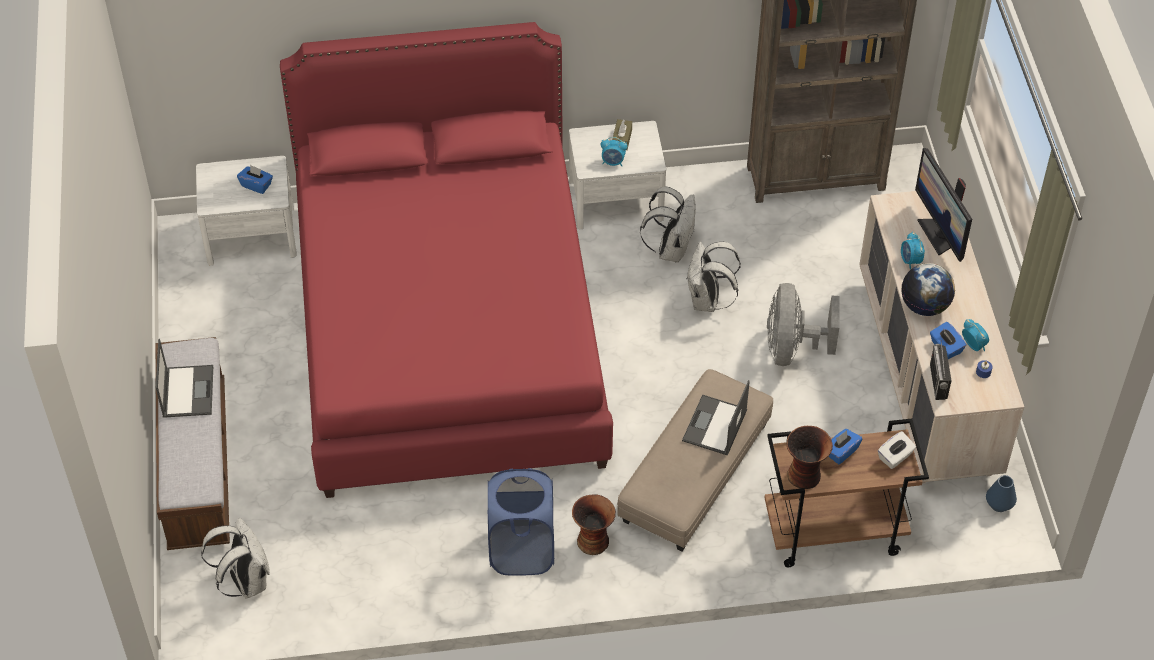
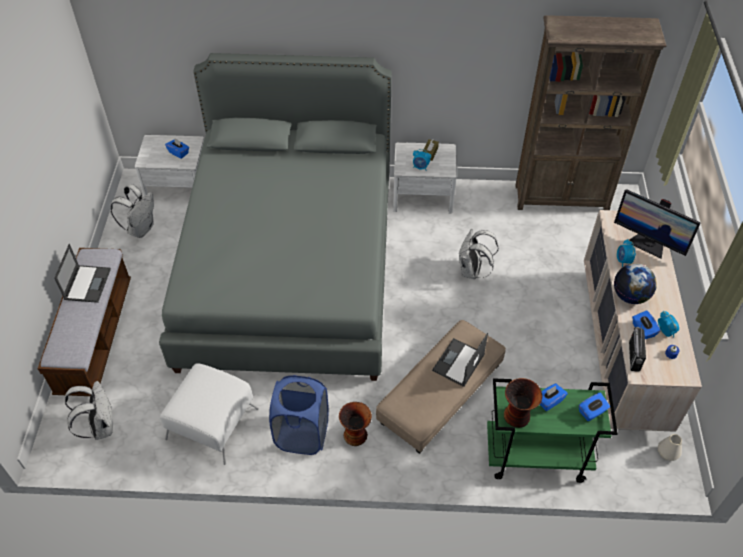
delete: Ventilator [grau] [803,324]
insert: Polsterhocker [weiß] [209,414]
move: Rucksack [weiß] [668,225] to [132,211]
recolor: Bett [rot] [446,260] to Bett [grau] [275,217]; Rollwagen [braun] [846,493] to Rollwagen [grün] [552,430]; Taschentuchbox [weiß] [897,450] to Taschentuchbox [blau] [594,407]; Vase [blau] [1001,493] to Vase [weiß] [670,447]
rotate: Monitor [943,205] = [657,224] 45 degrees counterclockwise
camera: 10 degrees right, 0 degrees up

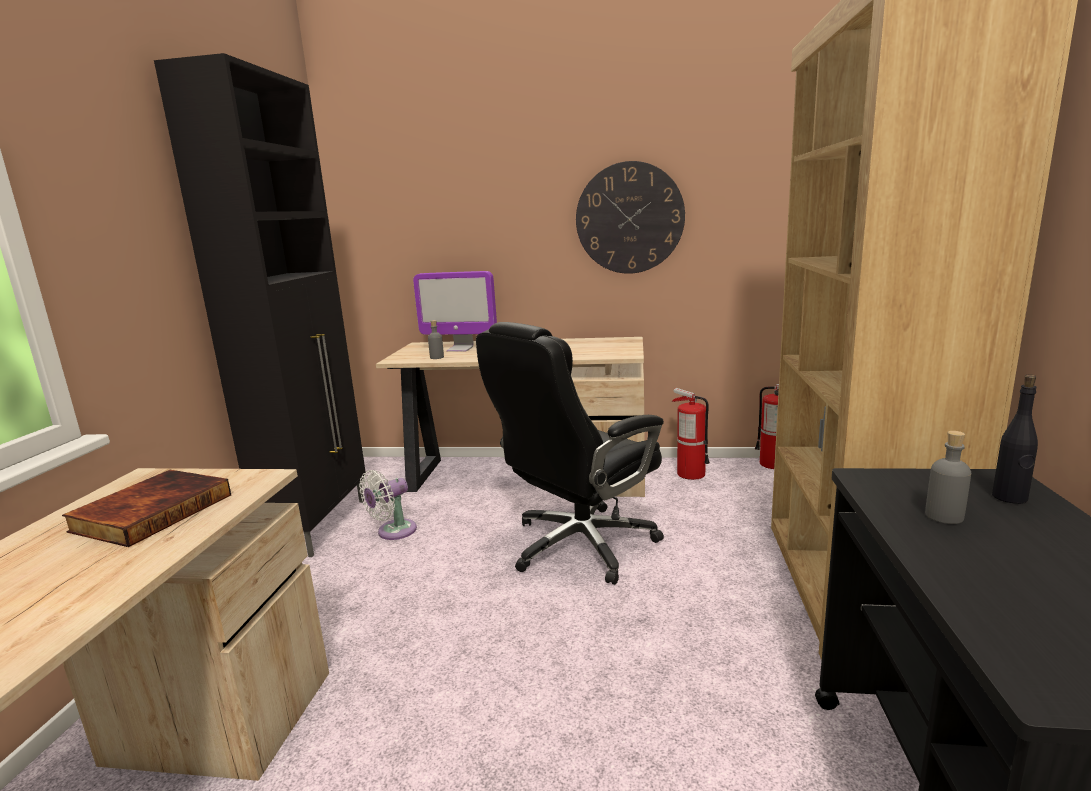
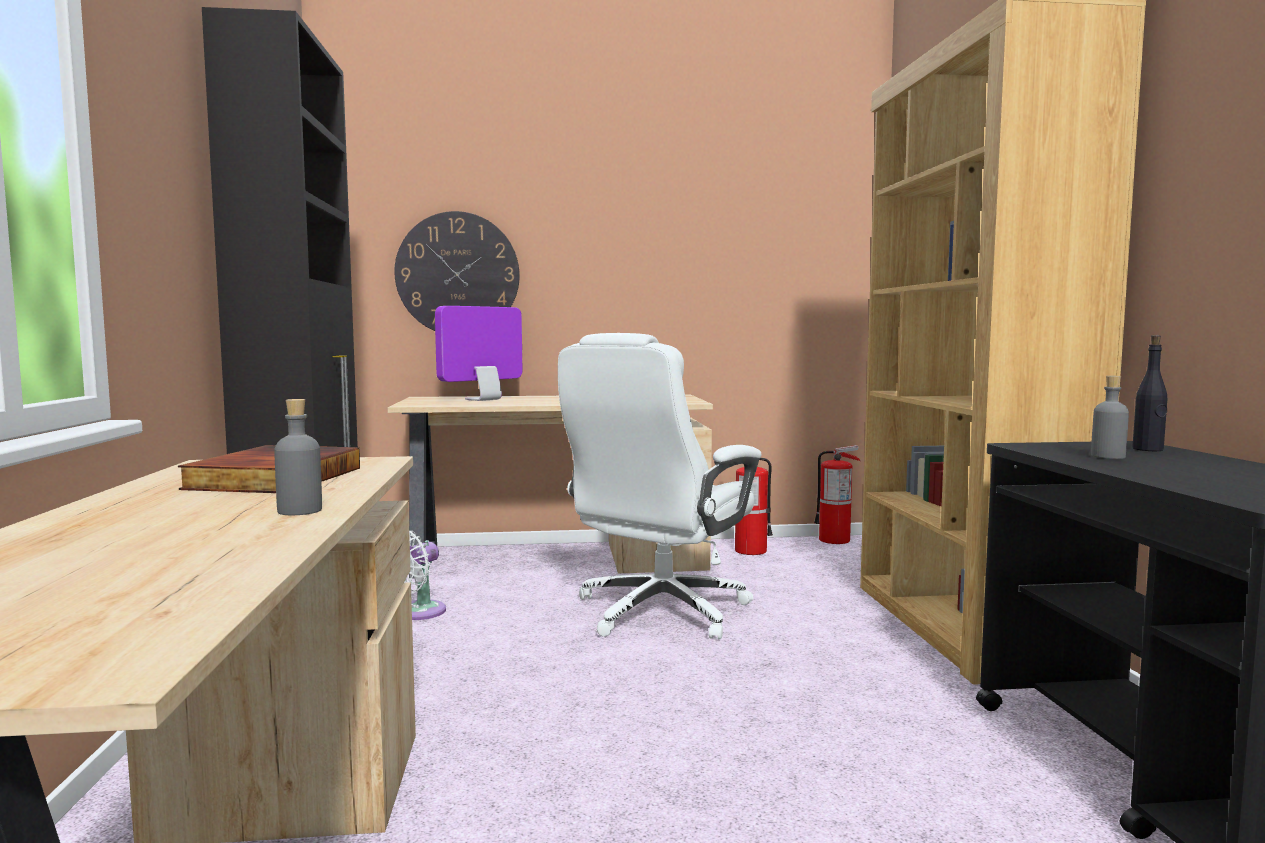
move: Flasche [grau] [436,339] to [298,457]; Wanduhr [630,217] to [457,271]
recolor: Bürostuhl [schwarz] [570,453] to Bürostuhl [weiß] [659,486]
rotate: Monitor [455,311] = [478,353] 135 degrees clockwise
camera: 15 degrees left, 10 degrees down

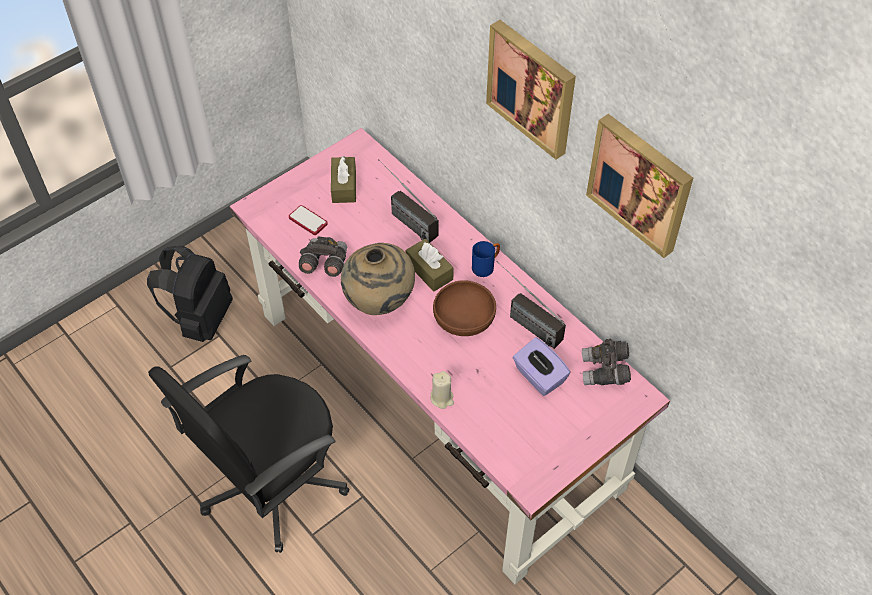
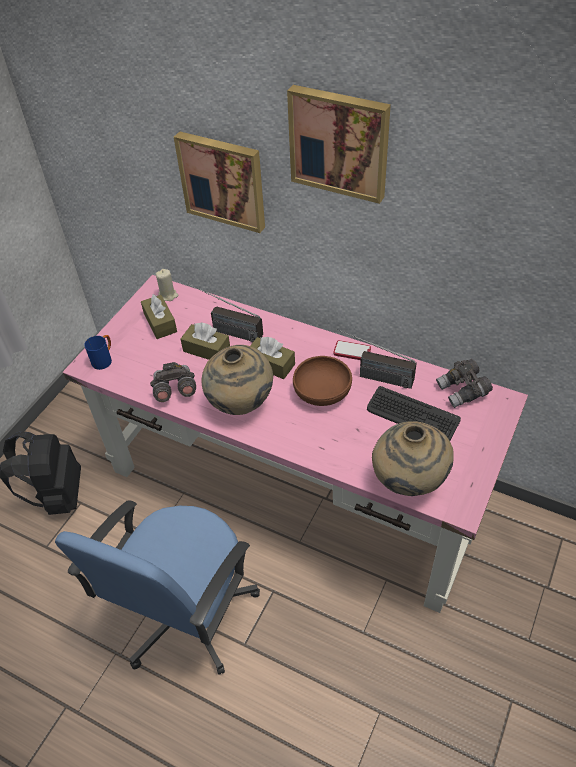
insert: Taschentuchbox [braun] [205,341]; Vase [beige] [413,458]
move: Henkelbecher [blau] [486,259] to [98,352]; Kerze [beige] [442,390] to [167,285]; Bild [639,186] to [219,182]; Handy [308,220] to [352,350]
replace: Taschentuchbox [lila] [542,366] to Tastatur [414,413]
recolor: Bürostuhl [schwarz] [248,454] to Bürostuhl [blau] [157,587]
camera: 20 degrees left, 5 degrees down

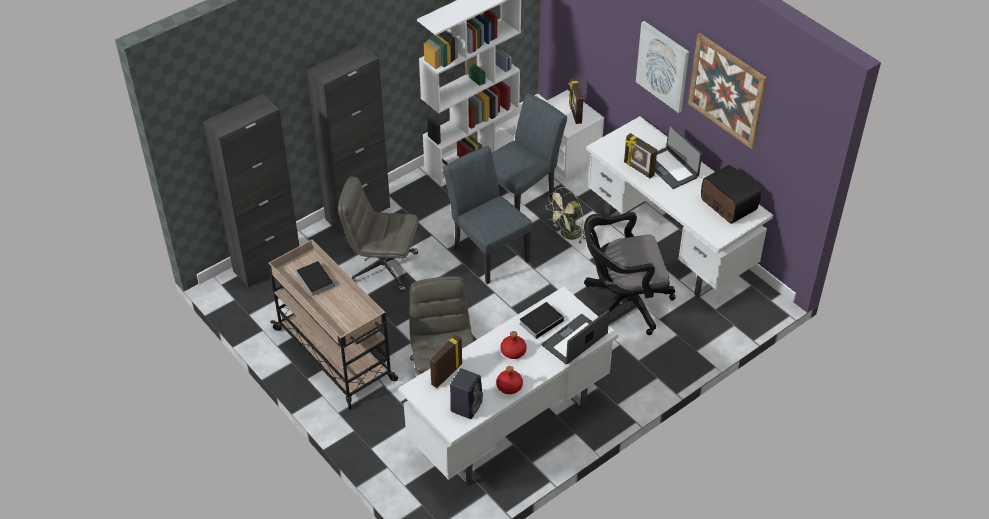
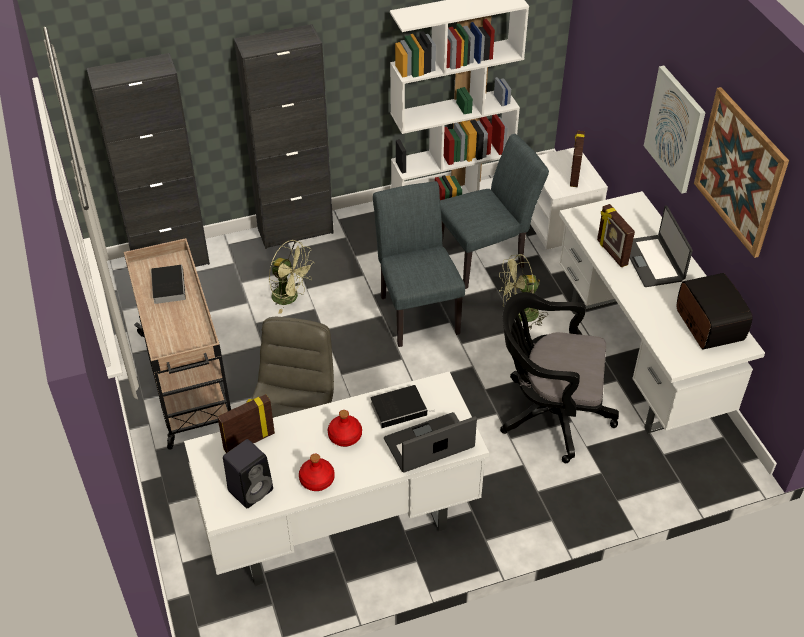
replace: Bürostuhl [grau] [378,234] to Ventilator [grün] [291,277]
camera: 20 degrees right, 0 degrees up

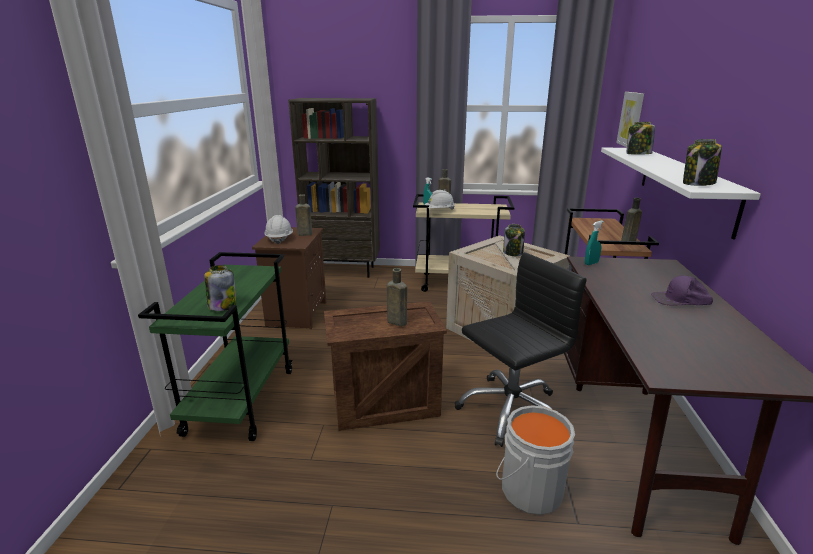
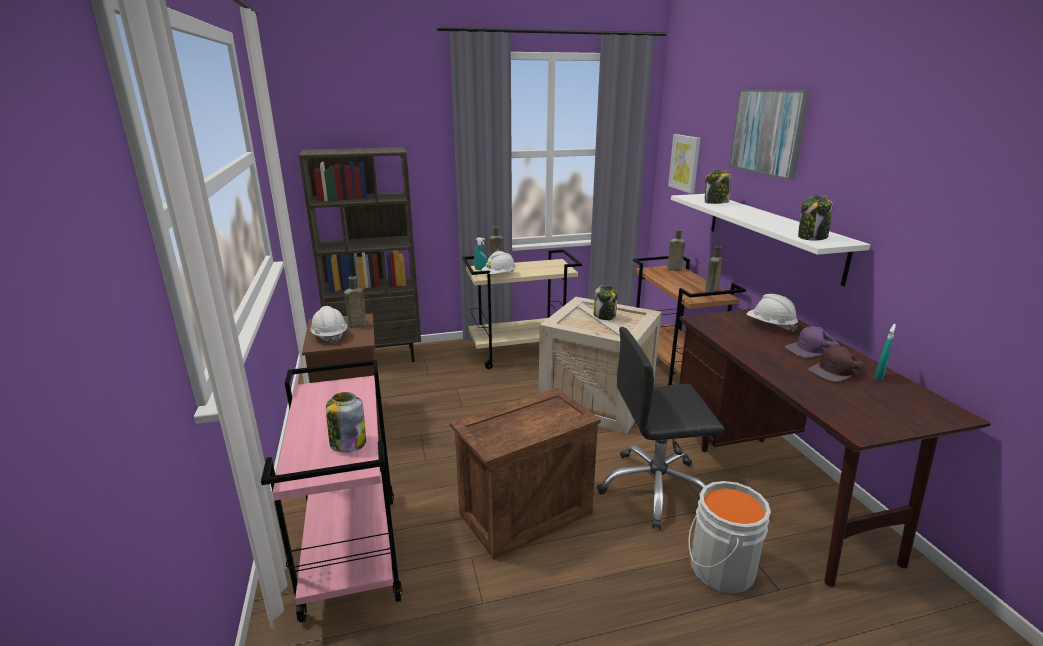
insert: Bild [770,135]; Schutzhelm [weiß] [772,313]; Kappe [braun] [836,364]
move: Flasche [braun] [397,297] to [676,250]; Sprühflasche [türkis] [594,243] to [885,352]
recolor: Rollwagen [grün] [215,346] to Rollwagen [rosa] [331,491]
rotate: Bürostuhl [schwarz] [521,349] = [660,428] 135 degrees counterclockwise
camera: 20 degrees left, 0 degrees up

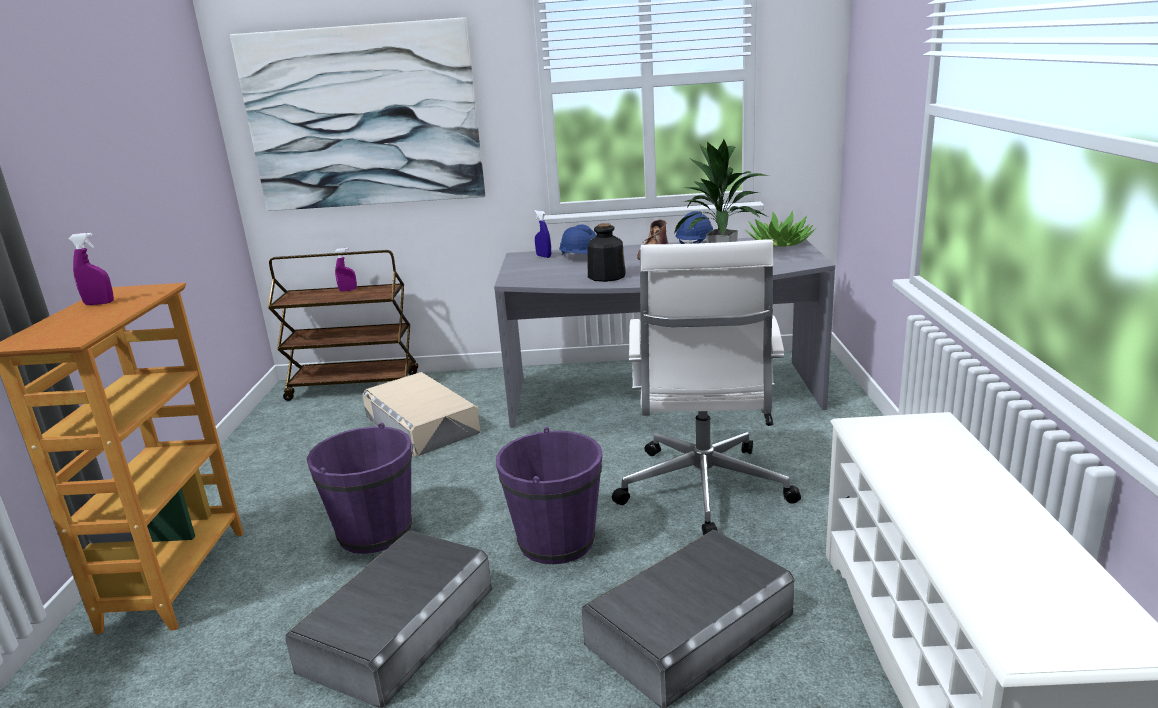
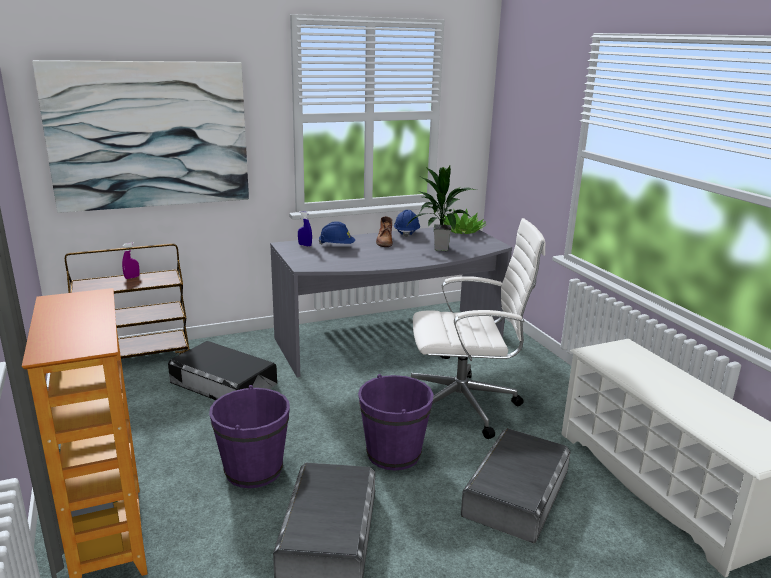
delete: Sprühflasche [lila] [91,269]; Flasche [606,252]
recolor: Aufbewahrungsbox [beige] [421,414] to Aufbewahrungsbox [schwarz] [222,370]
rotate: Bürostuhl [weiß] [706,387] = [478,328] 75 degrees counterclockwise
camera: 25 degrees left, 0 degrees up

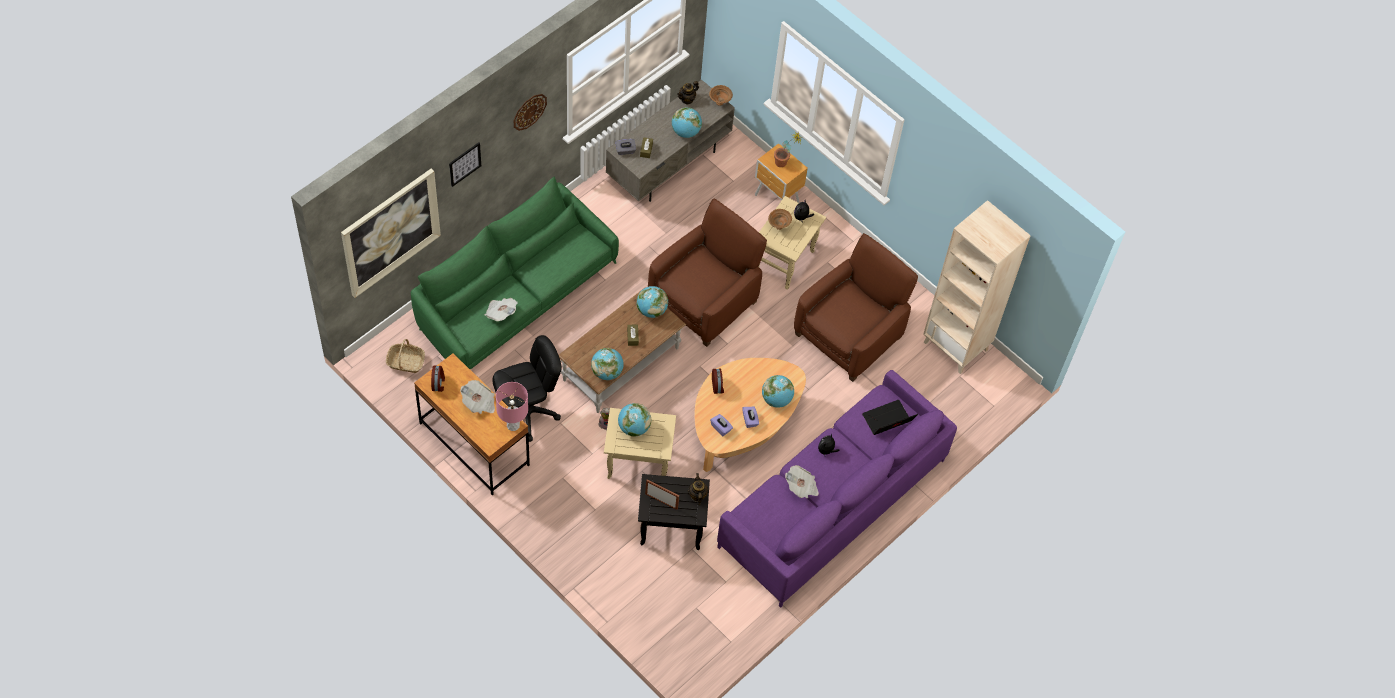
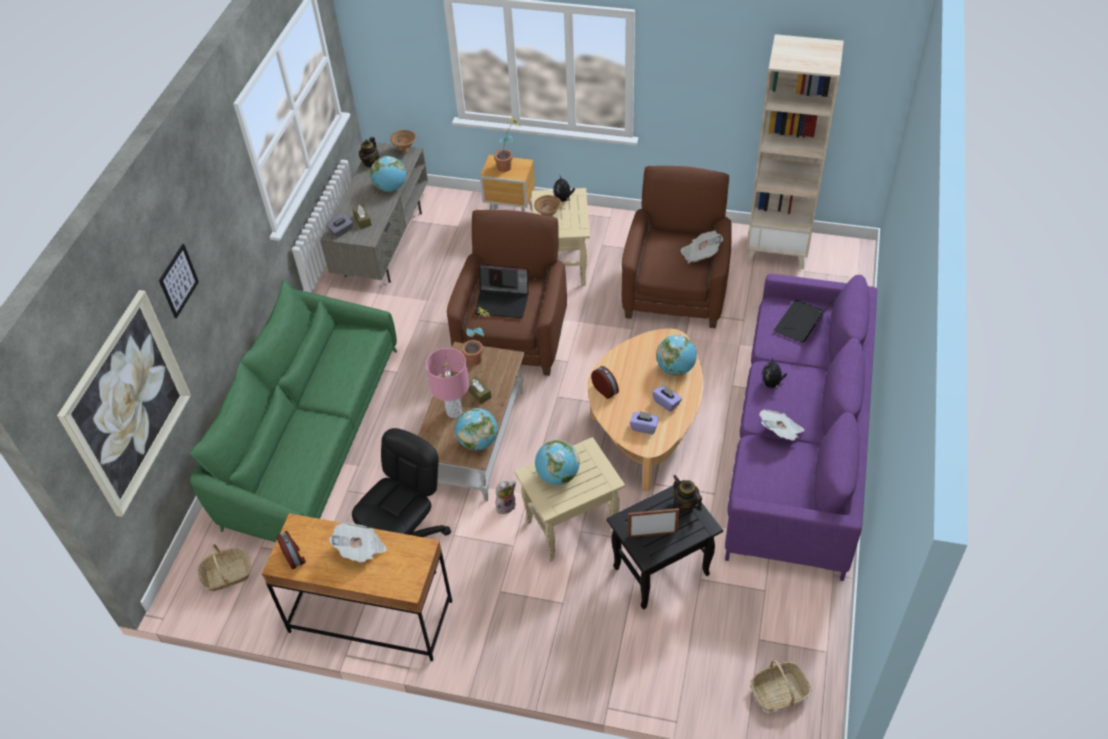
delete: Wanduhr [530,112]
insert: Laptop [501,291]; Korb [781,685]
move: Tischlampe [rosa] [512,406] to [447,383]; Zeitung [501,309] to [702,247]
replace: Globus [652,302] to Topfpflanze [476,337]
camera: 25 degrees left, 10 degrees down

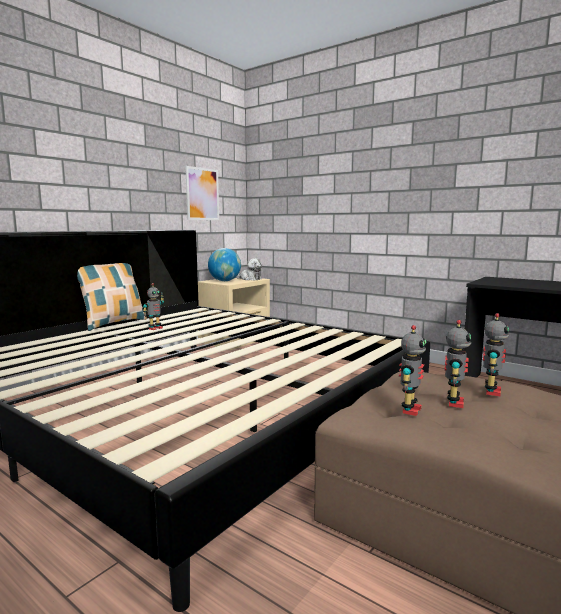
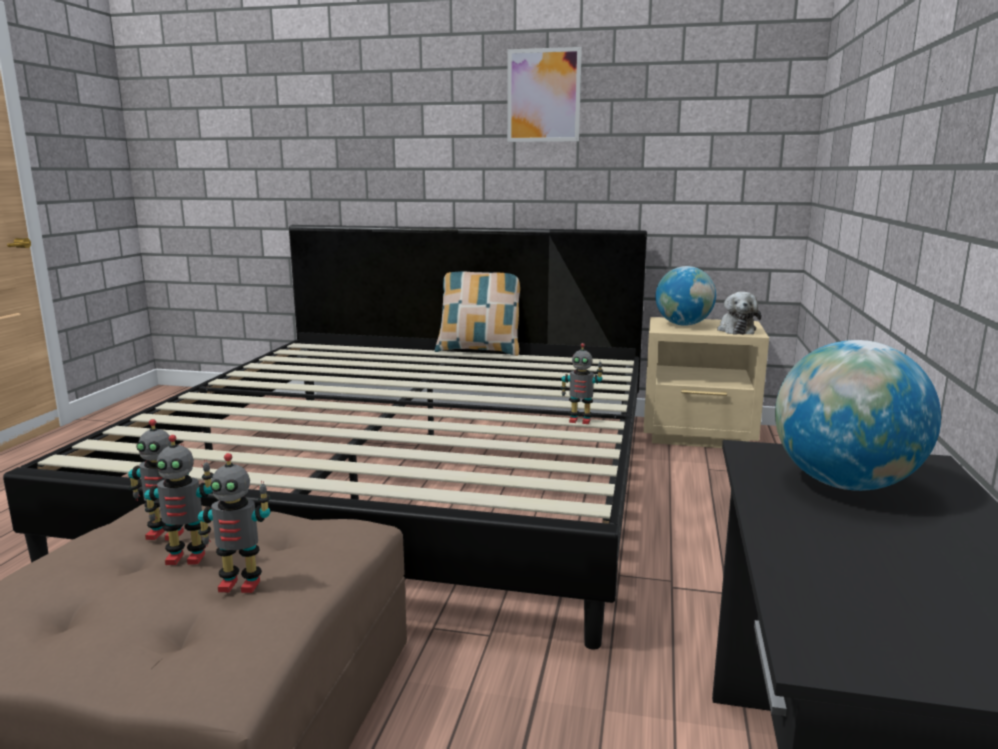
insert: Globus [858,415]
move: Bild [202,193] to [544,94]; Spielzeugroboter [153,306] to [581,383]
camera: 65 degrees right, 5 degrees up

